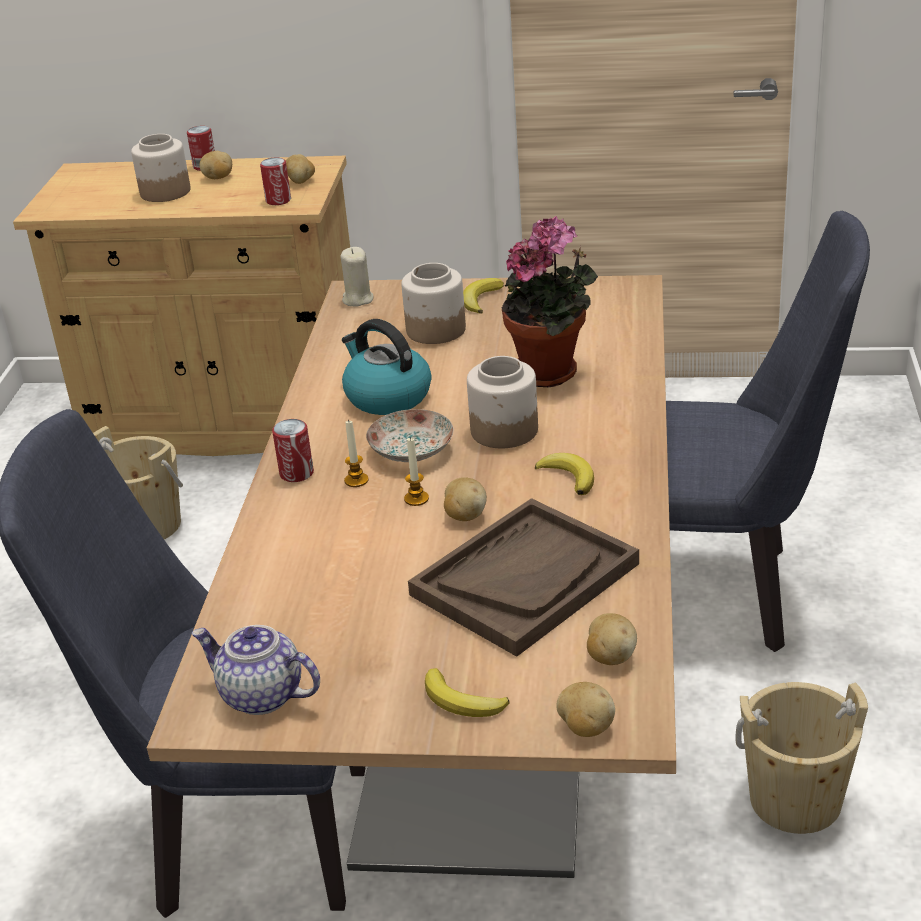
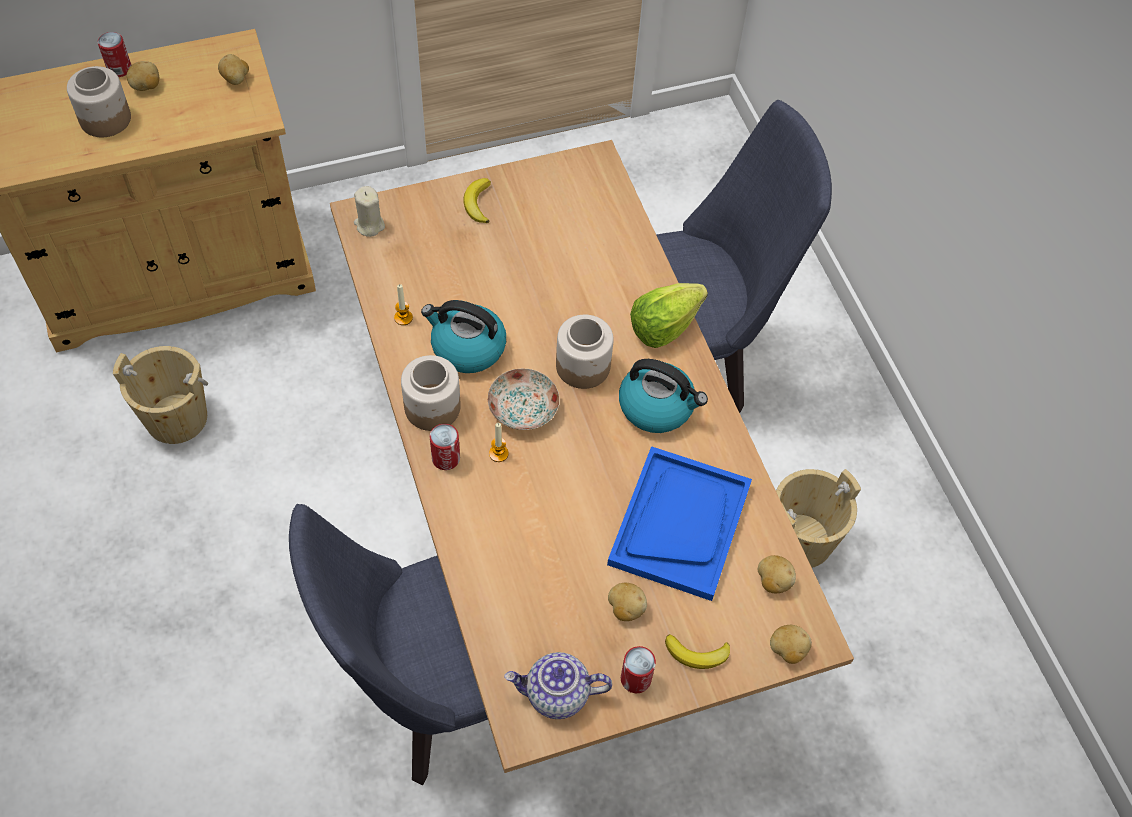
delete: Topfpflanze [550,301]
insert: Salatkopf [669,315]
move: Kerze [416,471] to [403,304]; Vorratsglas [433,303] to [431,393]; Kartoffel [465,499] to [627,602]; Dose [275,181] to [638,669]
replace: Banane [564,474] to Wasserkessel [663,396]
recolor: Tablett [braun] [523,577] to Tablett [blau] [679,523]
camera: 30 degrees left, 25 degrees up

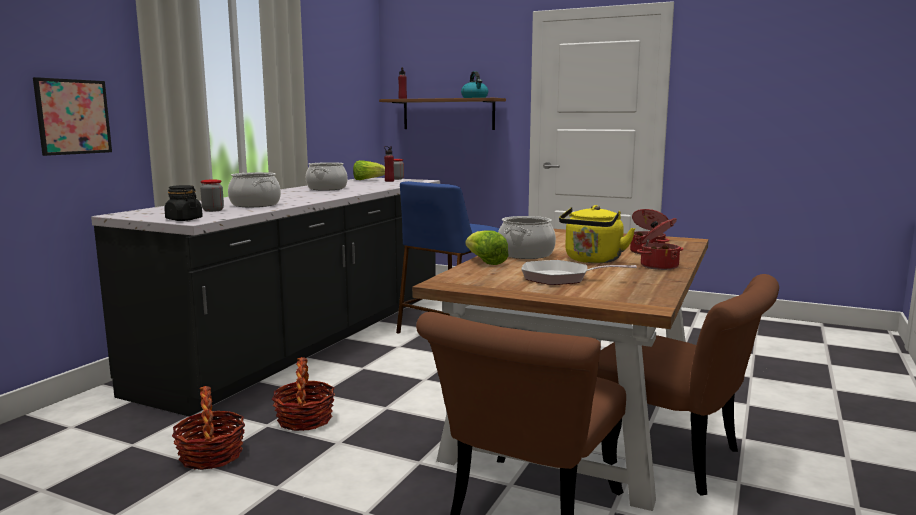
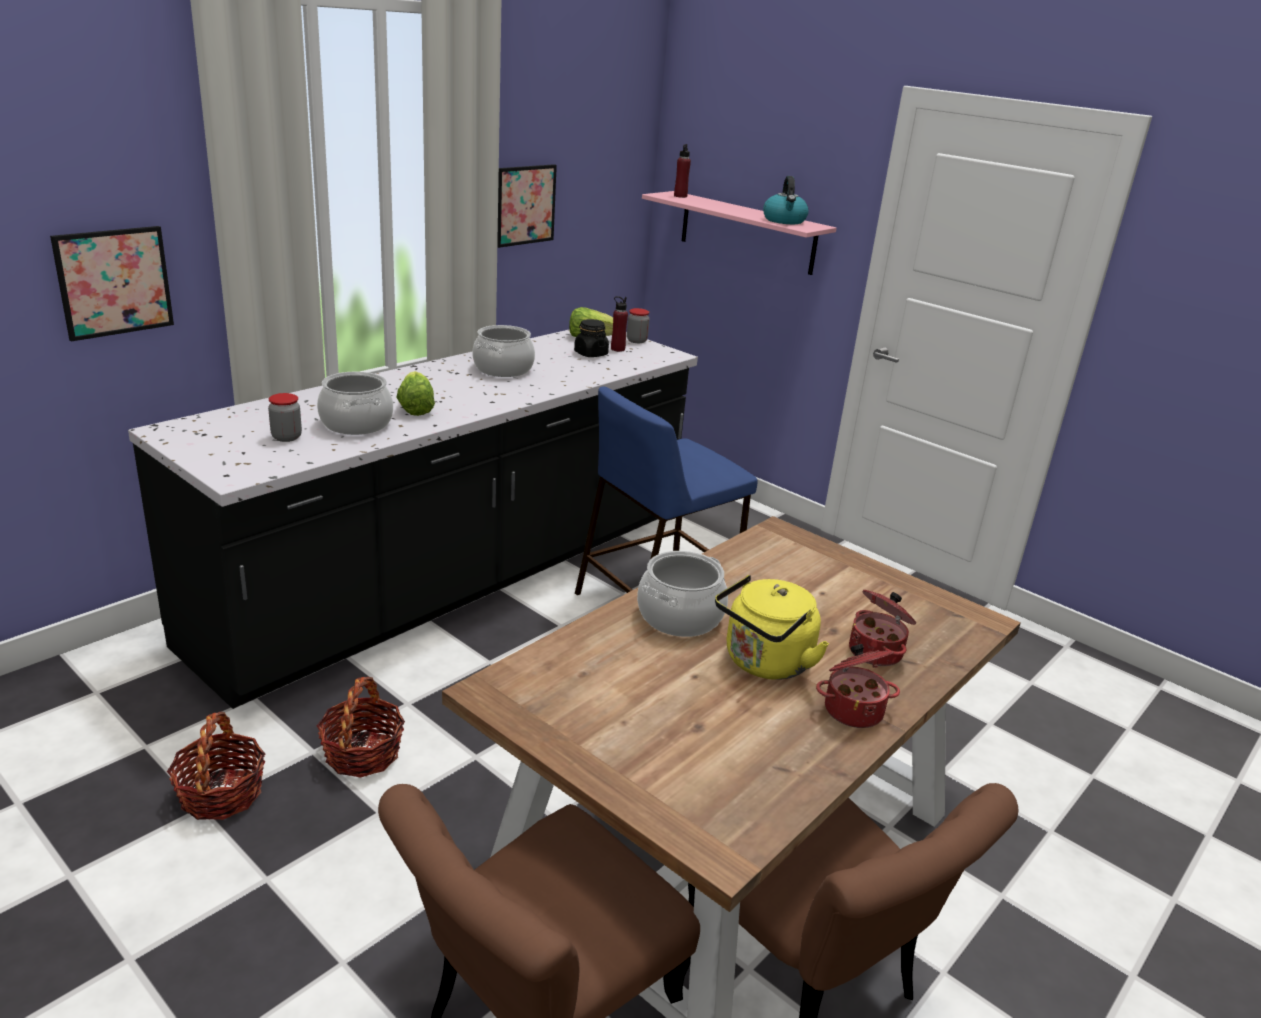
delete: Pfanne [579,272]
insert: Bild [527,206]
move: Salatkopf [487,247] to [415,393]; Vorratsglas [schwarz] [183,203] to [591,338]
recolor: Wandregal [braun] [442,114] to Wandregal [rosa] [739,233]
camera: 15 degrees right, 15 degrees up

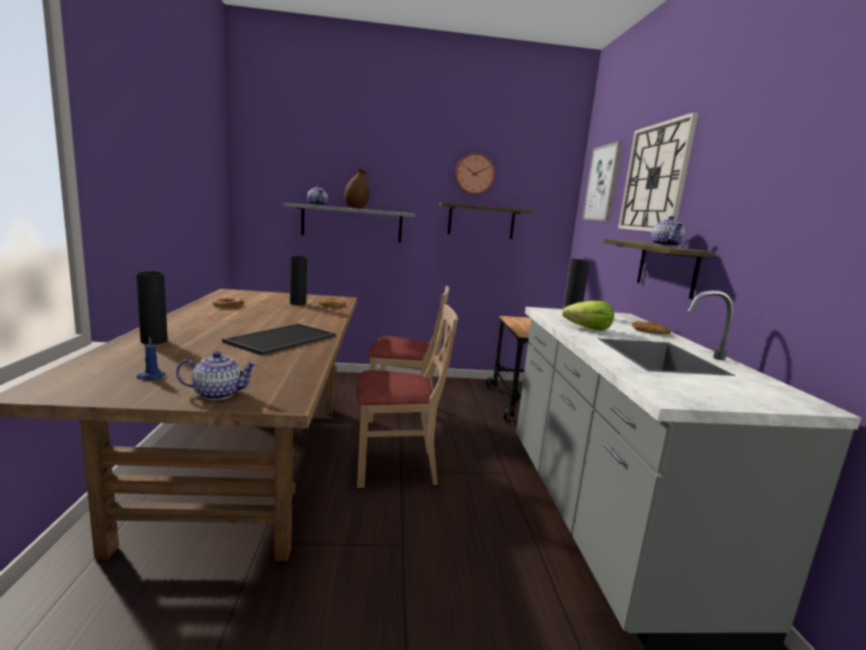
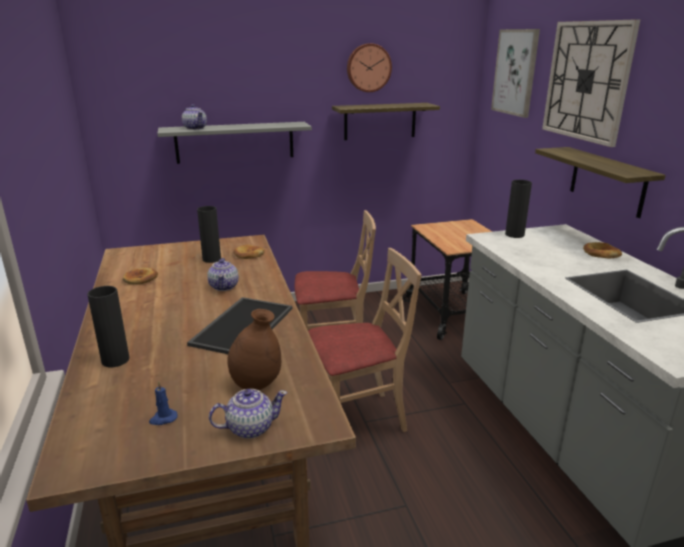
delete: Salatkopf [588,316]
move: Teekanne [668,231] to [223,274]; Vase [braun] [356,188] to [254,349]
camera: 10 degrees left, 10 degrees up

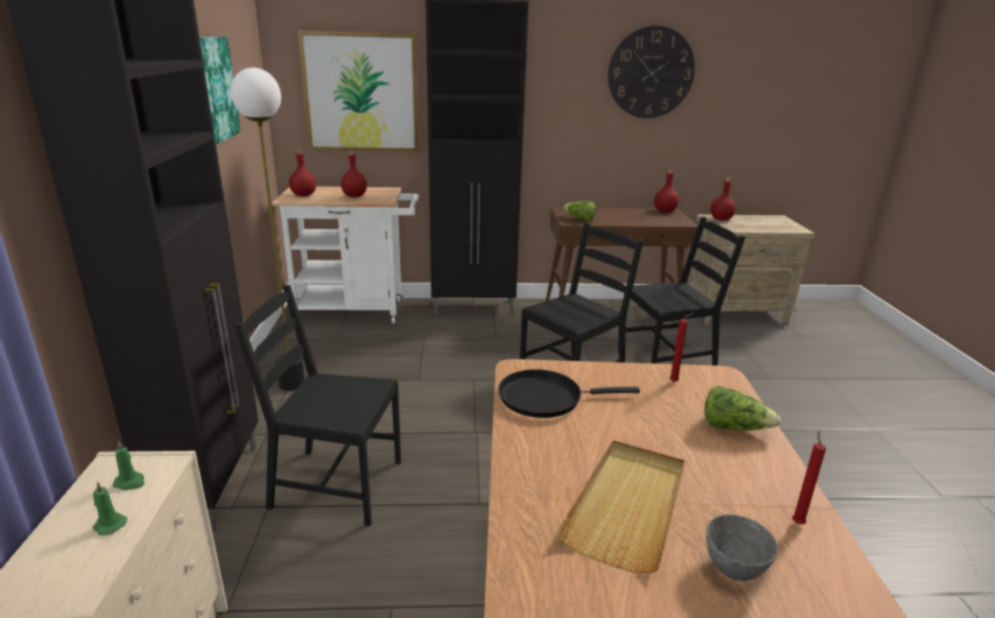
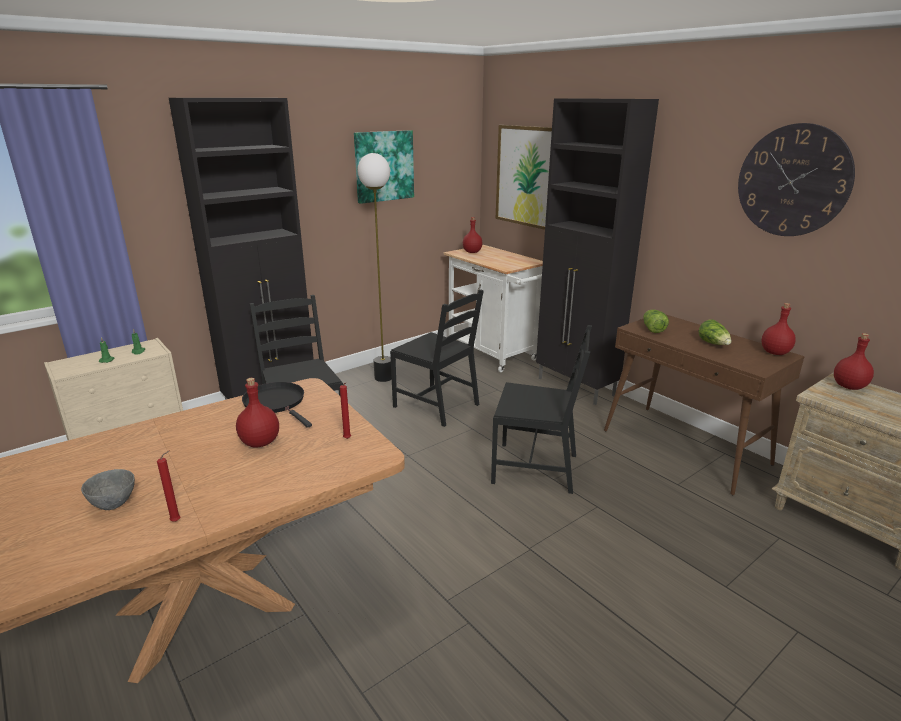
delete: Tablett [beige] [621,506]
move: Flasche [rot] [354,174] to [257,413]; Stuhl [schwarz] [682,291] to [437,358]; Salatkopf [742,408] to [715,332]
camera: 55 degrees right, 0 degrees up

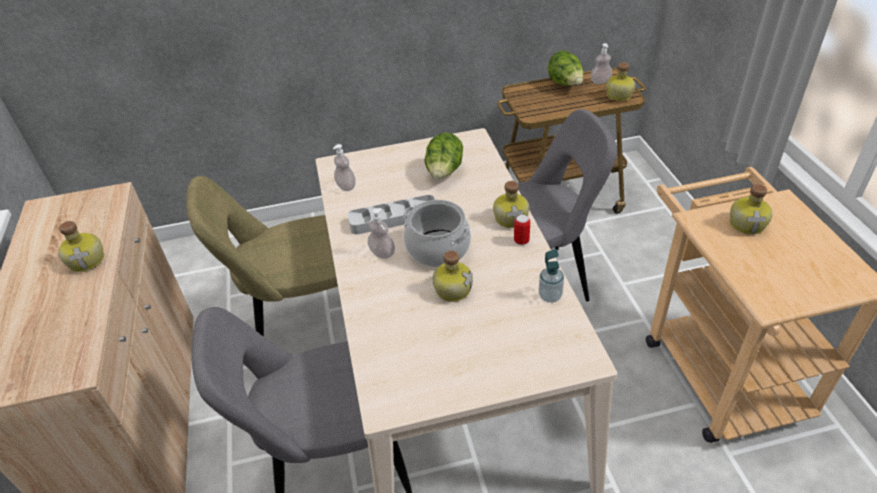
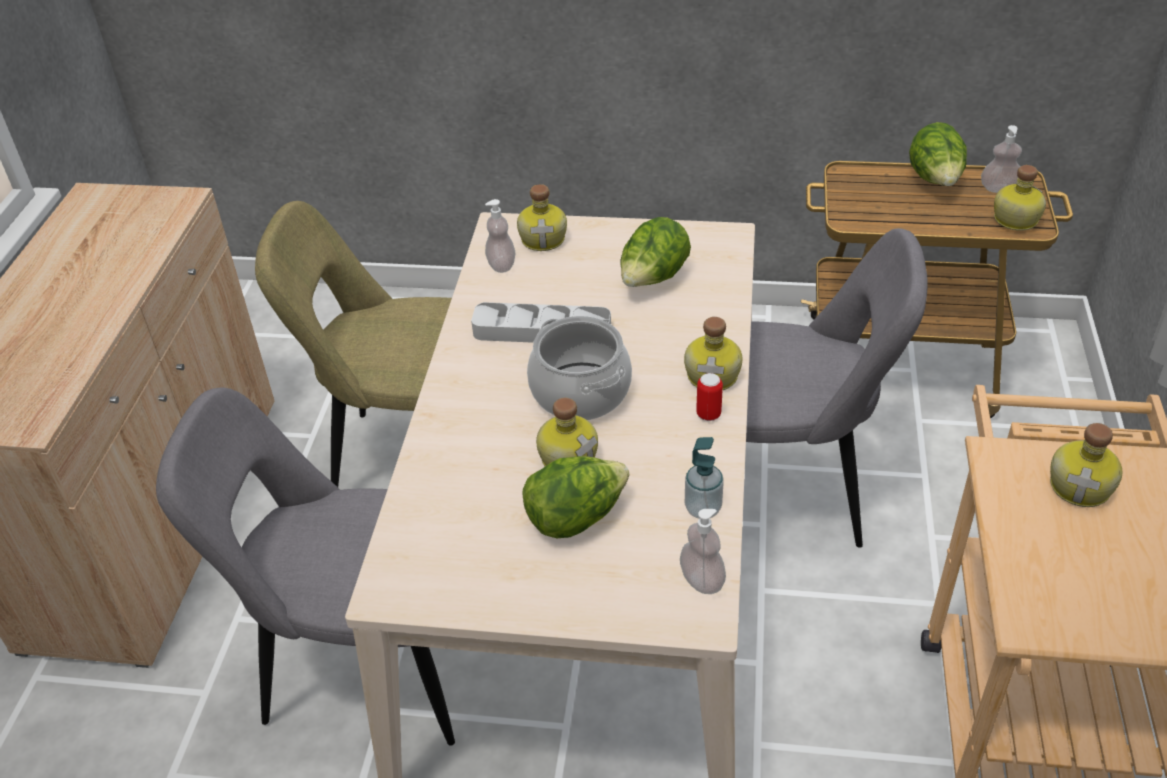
insert: Salatkopf [575,497]
move: Flasche [81,246] to [542,217]; Seifenspender [381,233] to [703,551]
camera: 20 degrees right, 0 degrees up

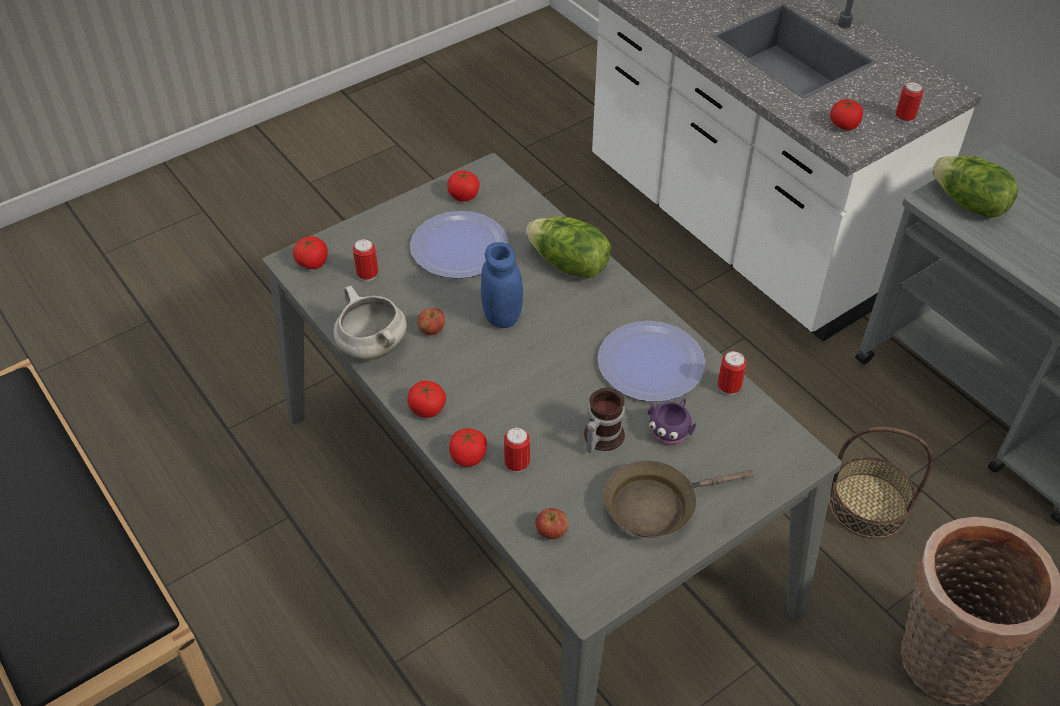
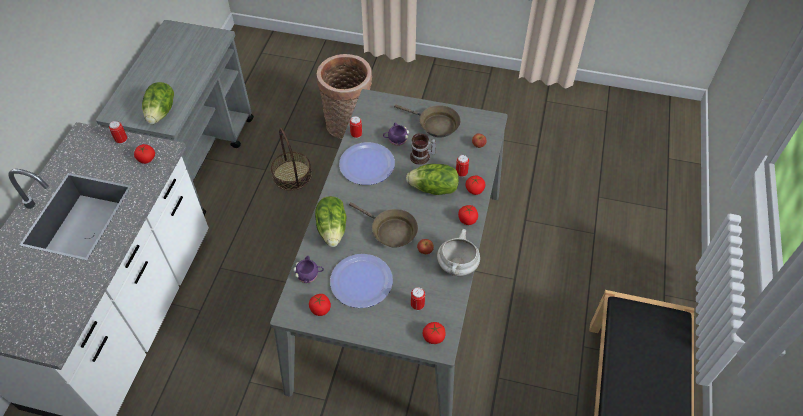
insert: Henkelbecher [lila] [308,269]; Salatkopf [432,179]
replace: Vorratsglas [blau] [502,285] to Pfanne [braun] [383,225]
camera: 130 degrees left, 5 degrees up

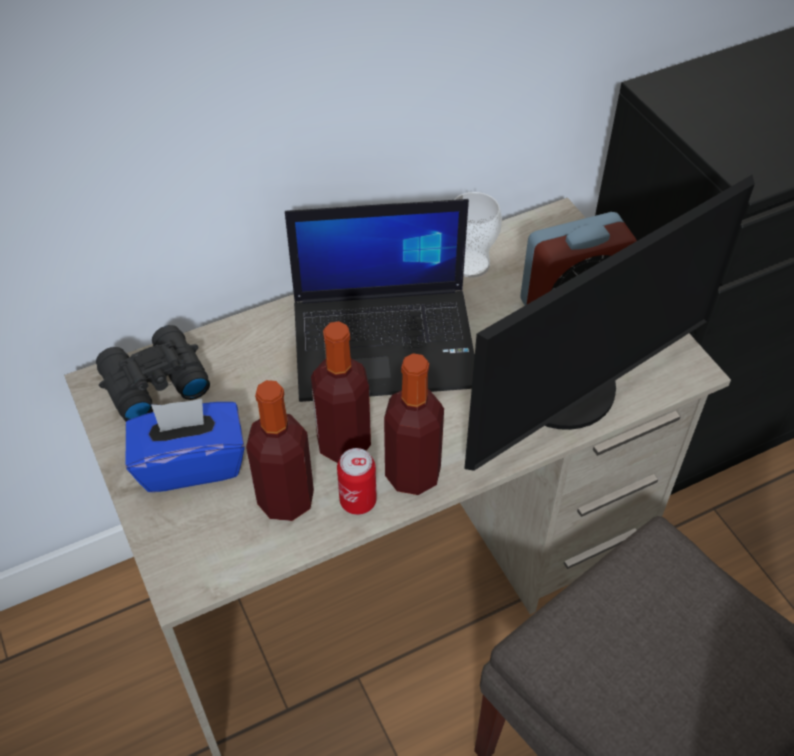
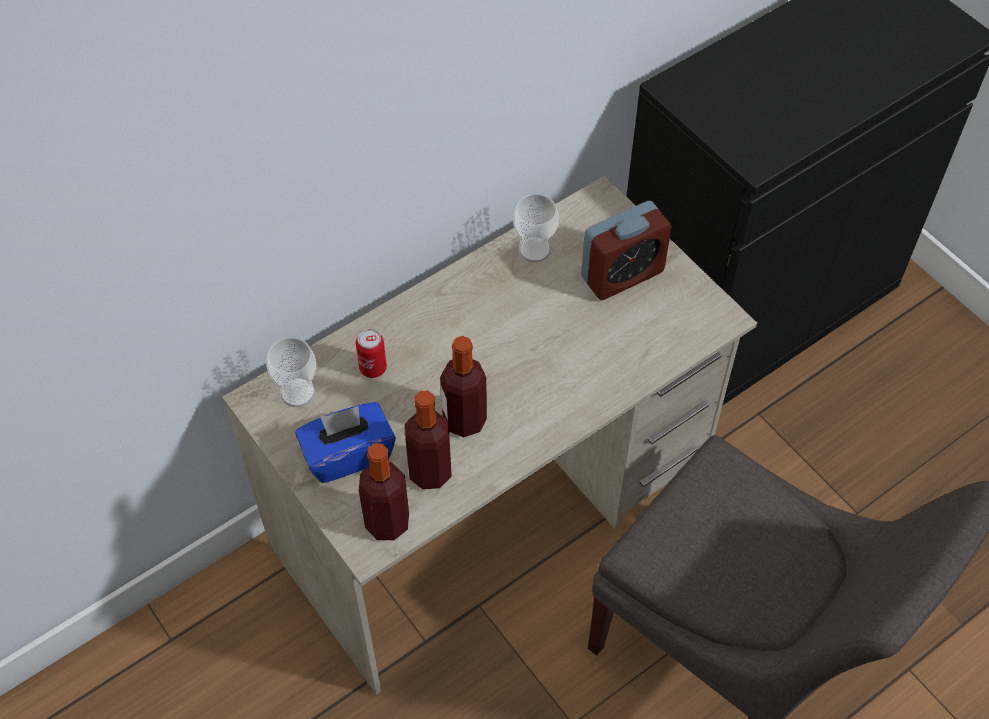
delete: Laptop [380,300]; Monitor [609,323]
move: Dose [357,481] to [371,353]; Flasche [414,424] to [384,491]
replace: Fernglas [schwarz] [153,373] to Tasse [291,372]
camera: 10 degrees left, 5 degrees up

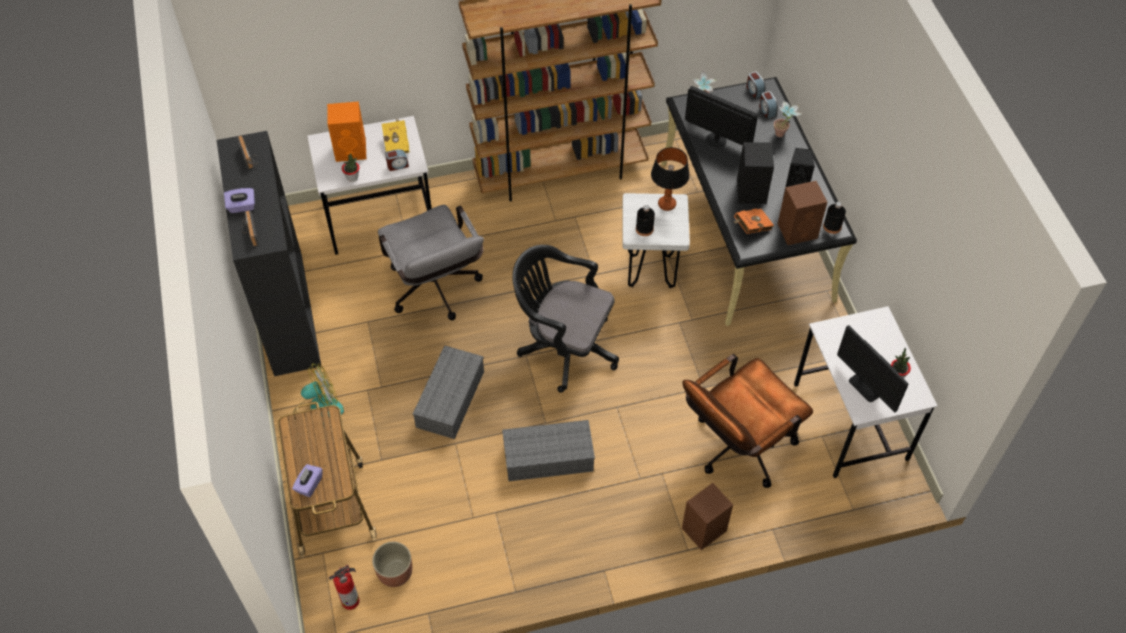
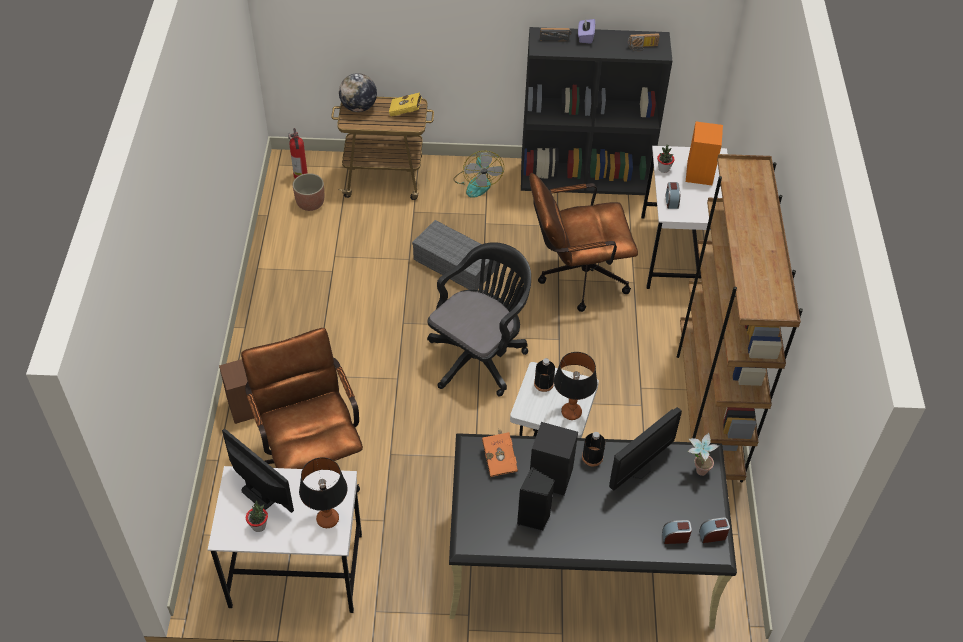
delete: Aufbewahrungsbox [grau] [548,450]; Topfpflanze [788,119]; Lautsprecher [braun] [802,213]
insert: Tischlampe [323,492]
move: Buch [gelb] [396,136] to [407,104]; Flasche [schwarz] [834,218] to [593,449]
replace: Taschentuchbox [lila] [307,480] to Globus [358,92]
recolor: Bürostuhl [grau] [431,262] to Bürostuhl [braun] [583,242]
rotate: Monitor [873,369] = [258,470] 60 degrees clockwise
camera: 105 degrees right, 5 degrees down

